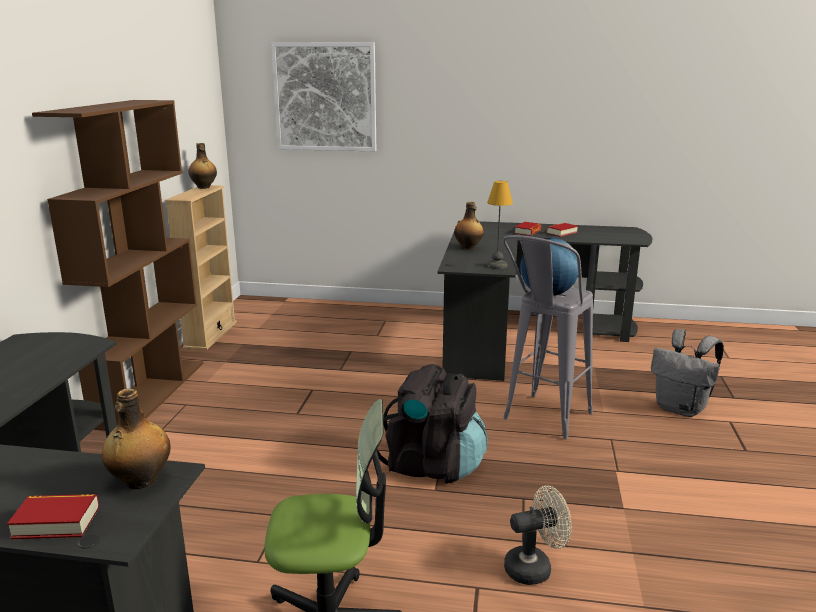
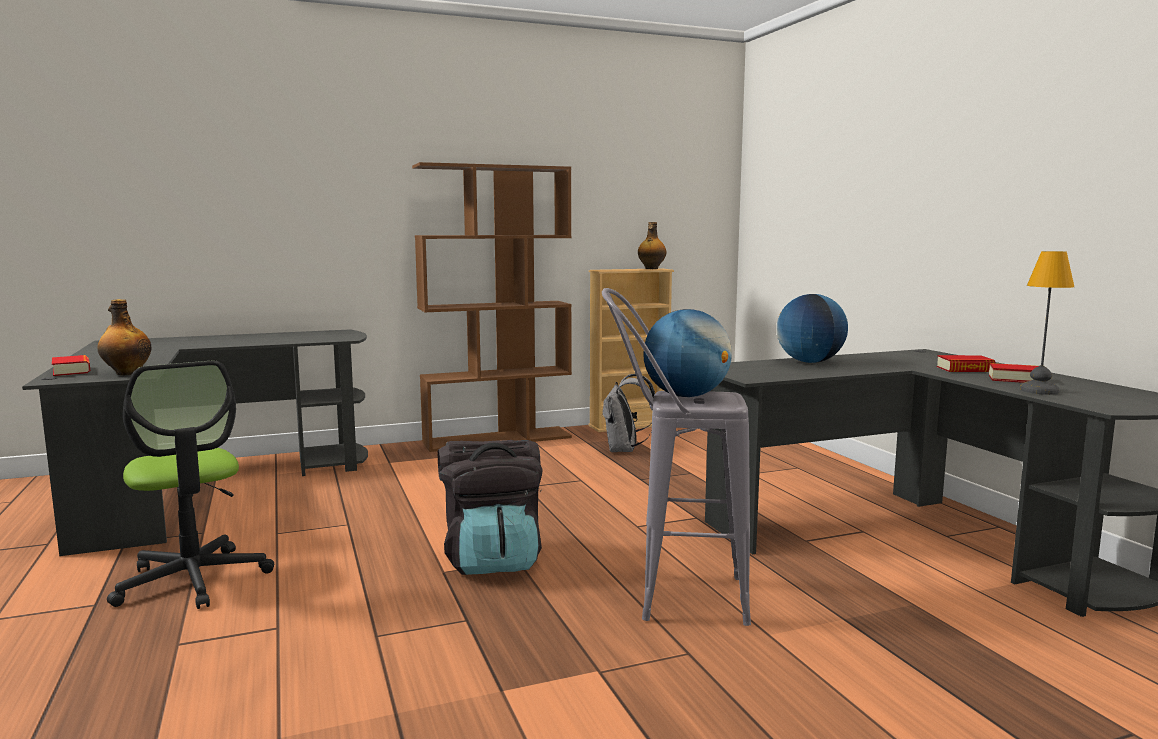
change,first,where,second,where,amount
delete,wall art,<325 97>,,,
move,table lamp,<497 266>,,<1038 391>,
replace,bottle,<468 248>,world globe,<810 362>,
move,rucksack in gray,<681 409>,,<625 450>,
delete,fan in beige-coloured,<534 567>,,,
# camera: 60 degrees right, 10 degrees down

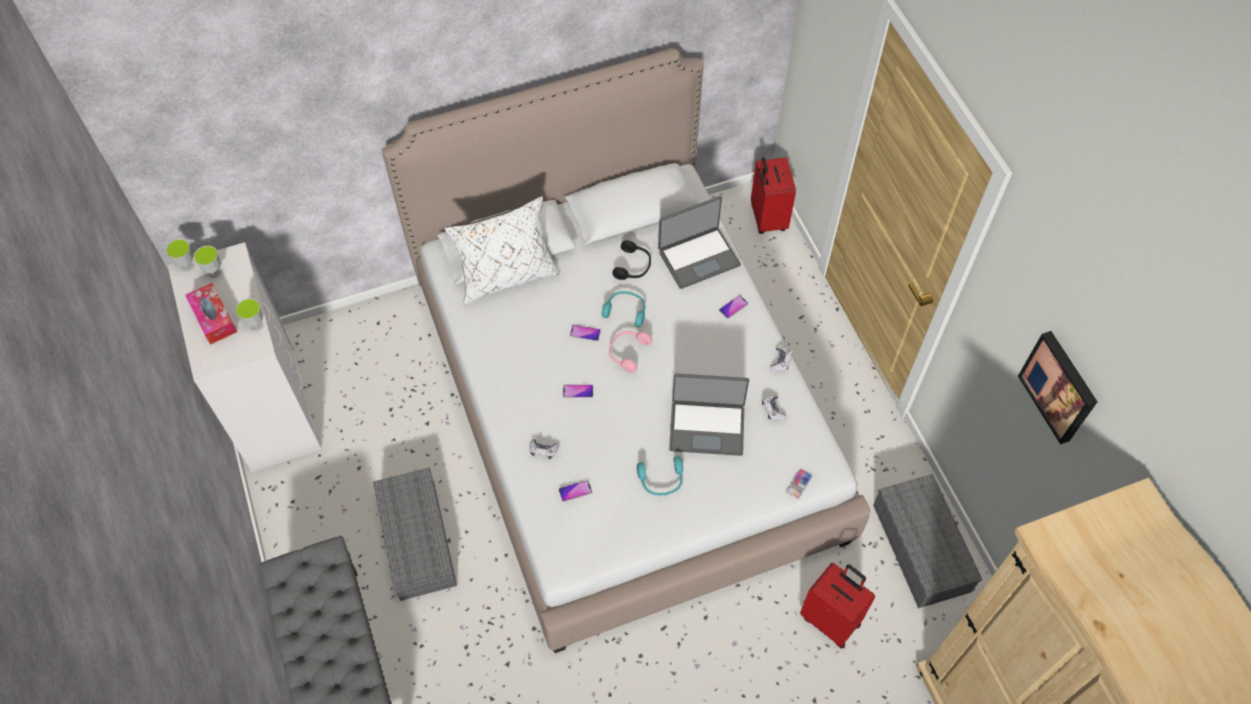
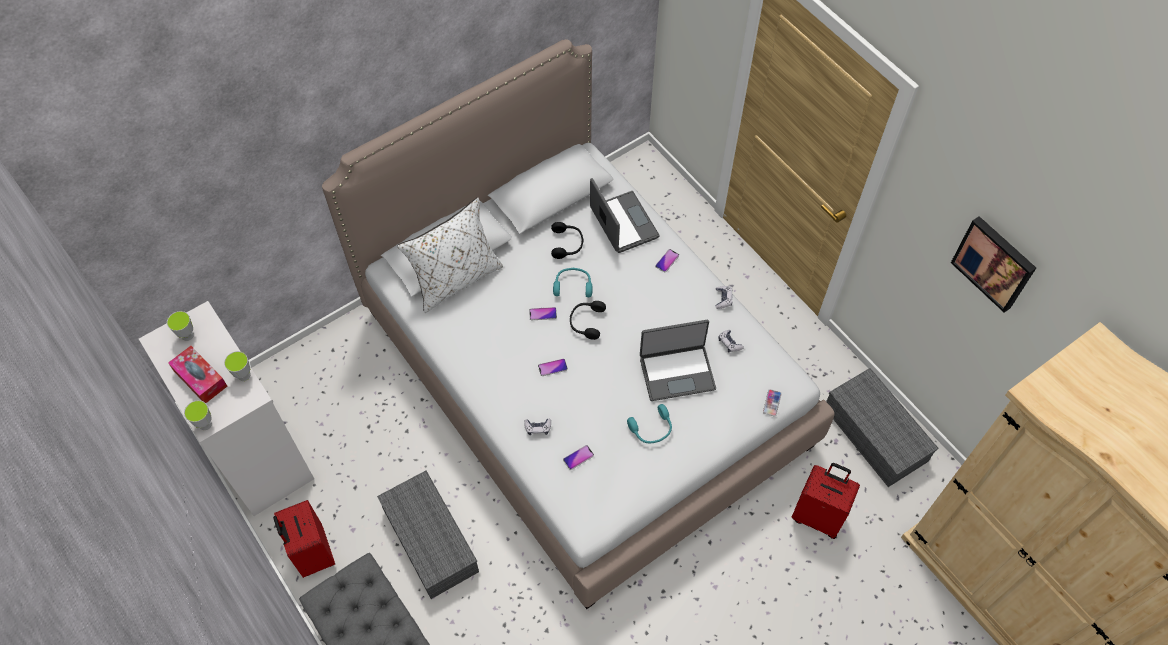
change,first,where,second,where,amount
move,travel case in reddish,<767 218>,,<312 553>,
rotate,notebook computer,<698 257>,,<622 223>,75 degrees counterclockwise
move,small cup,<187 266>,,<205 424>,
recolor,pair of headphones in pink,<627 352>,pair of headphones in blackish,<586 322>,
# camera: 15 degrees left, 0 degrees up

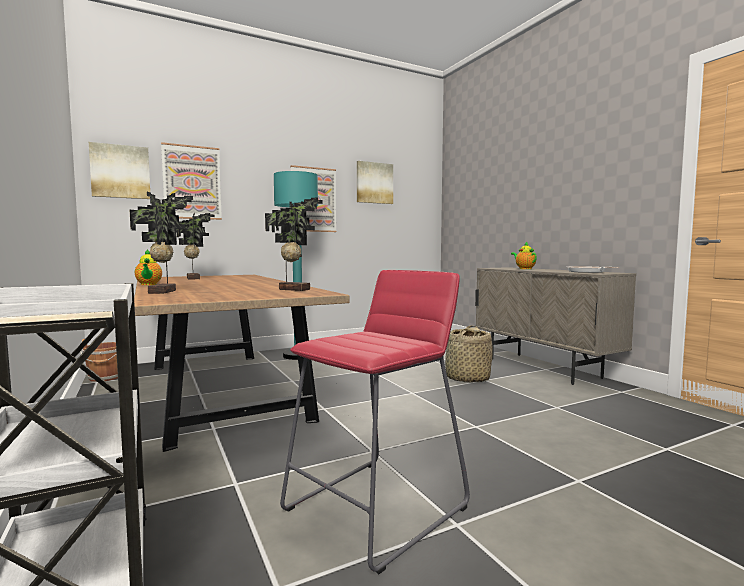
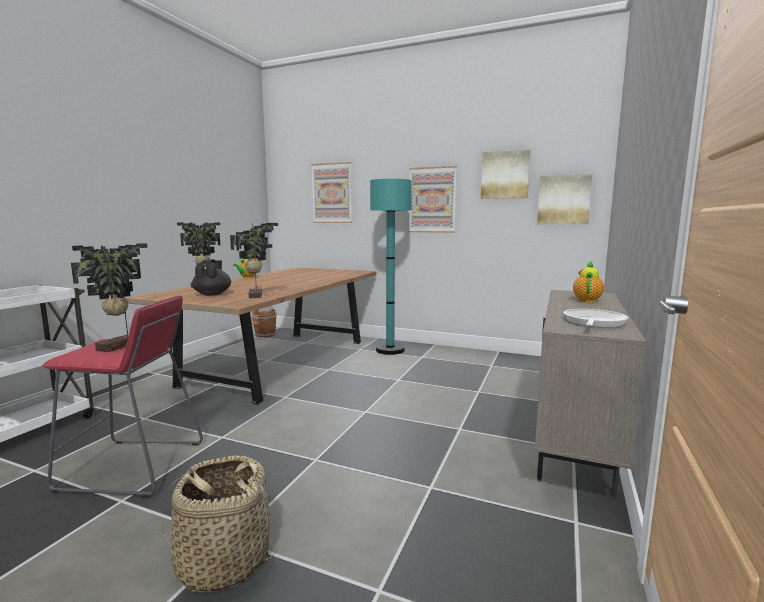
change,first,where,second,where,amount
move,wall art,<120 171>,,<563 200>,
move,houseplant,<194 278>,,<119 347>,
move,storage basket,<467 378>,,<223 561>,
insert,,,tea pot in blackish,<213 294>,
# camera: 50 degrees right, 5 degrees up

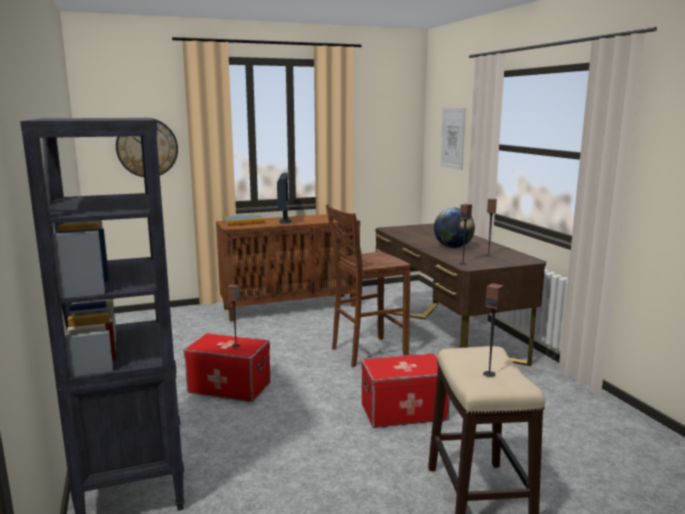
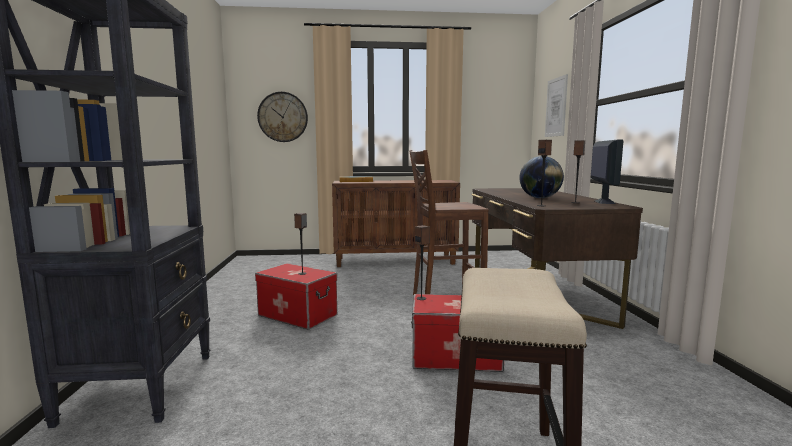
change,first,where,second,where,amount
move,computer screen,<285 221>,,<604 202>,
move,loudspeaker,<489 374>,,<421 298>,
# camera: 15 degrees right, 5 degrees down

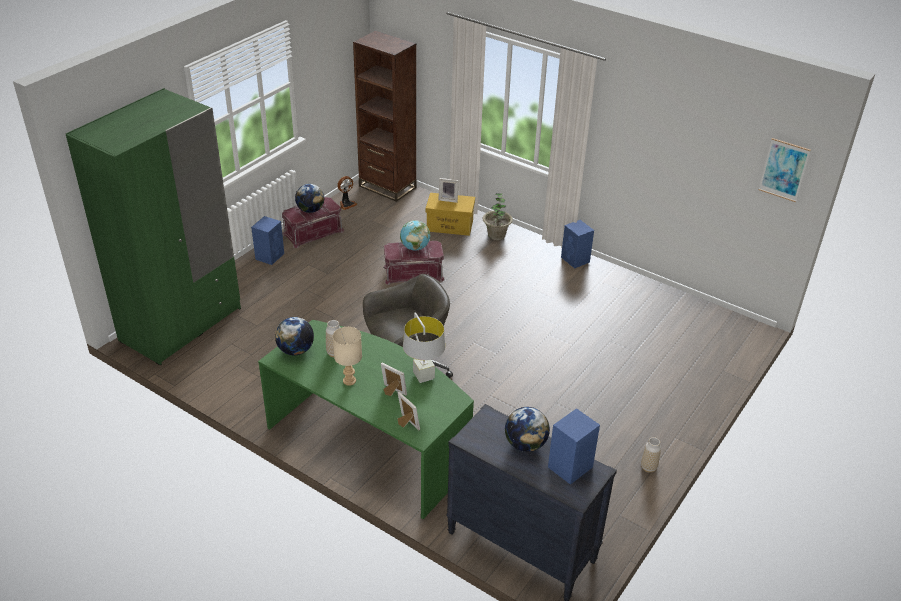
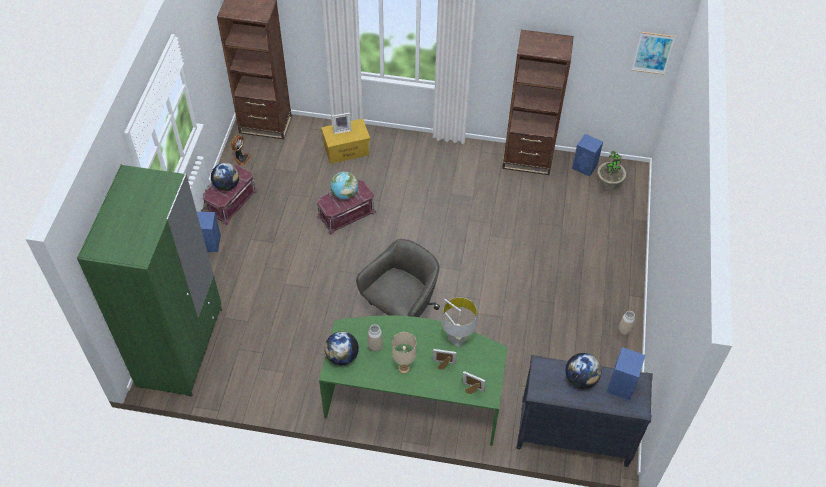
change,first,where,second,where,amount
move,houseplant,<496 235>,,<608 184>,
move,loudspeaker in blue-coloured,<575 260>,,<585 167>,
insert,,,bookcase in brown,<527 160>,
# camera: 25 degrees left, 15 degrees up

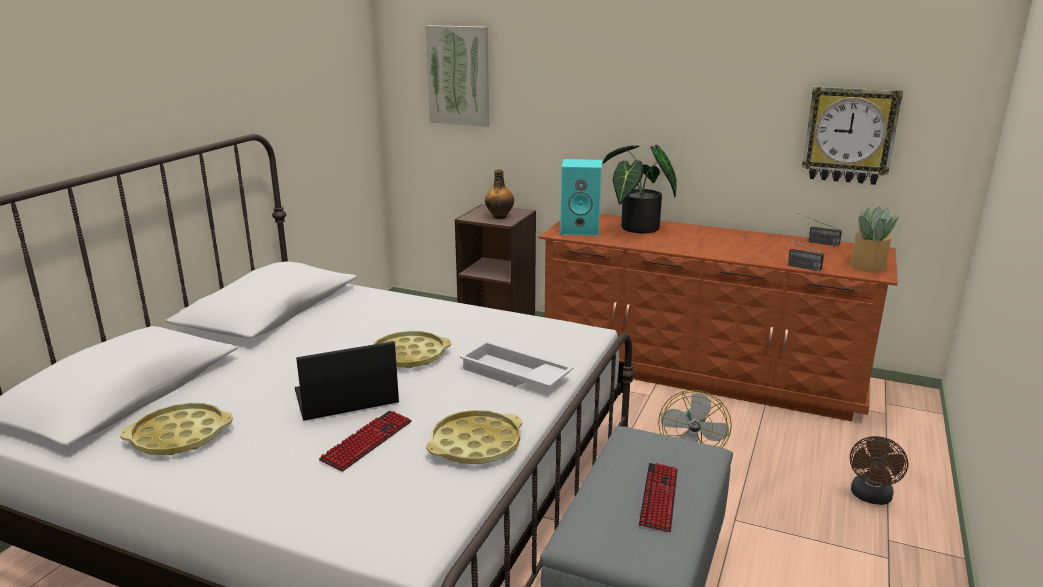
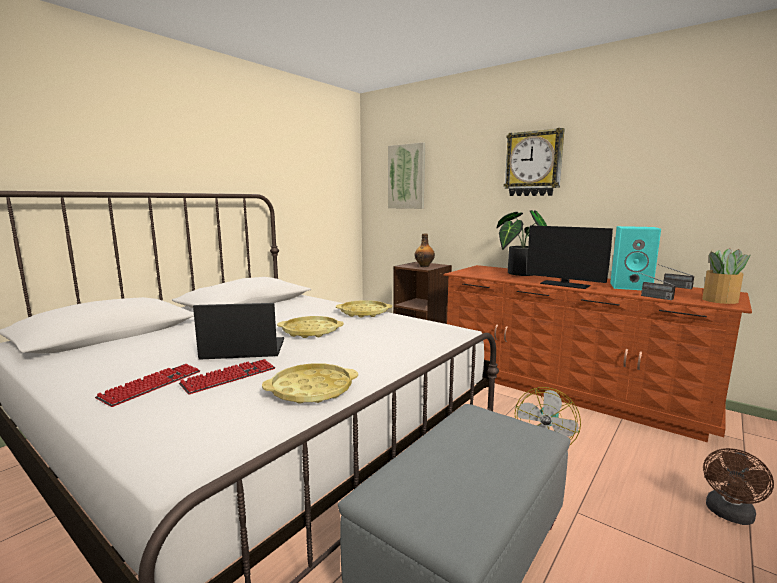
change,first,where,second,where,amount
move,hanging clock,<849 135>,,<533 164>,
move,loudspeaker in blue-green,<581 229>,,<631 286>,
delete,serving tray in white-coloured,<514 375>,,,
move,serving tray in yellowish,<179 436>,,<364 313>,
move,PC keyboard,<659 497>,,<152 385>,
insert,,,computer screen,<564 284>,
# camera: 15 degrees right, 10 degrees down

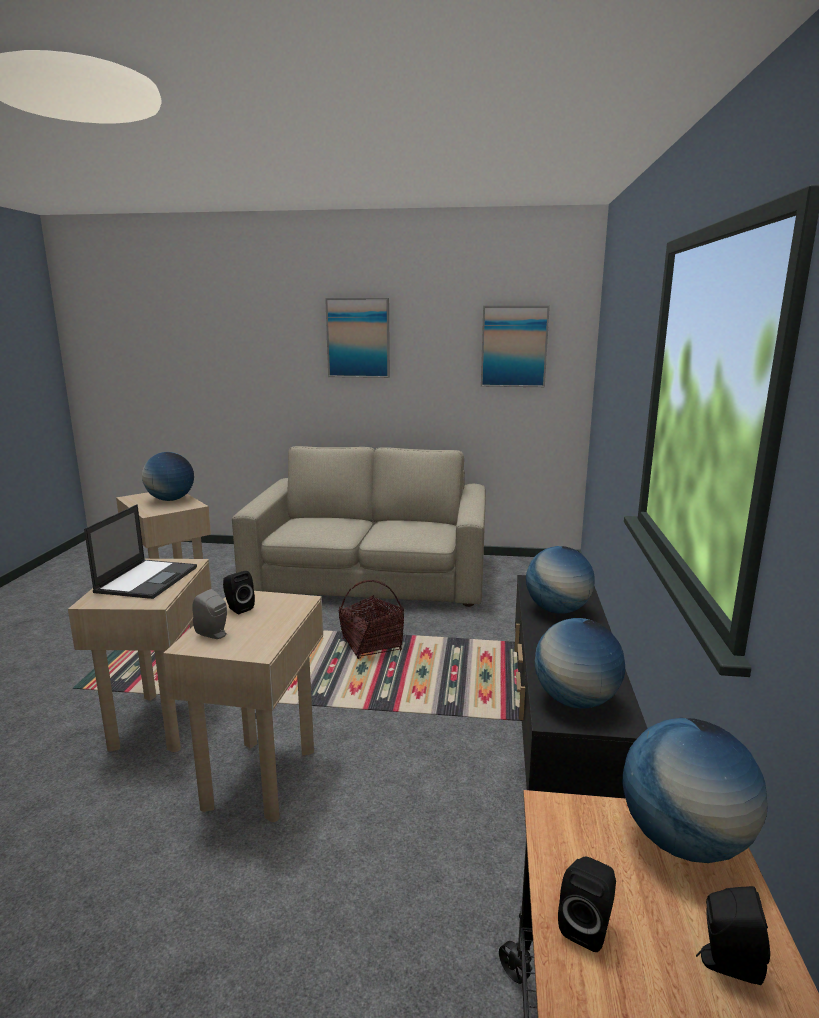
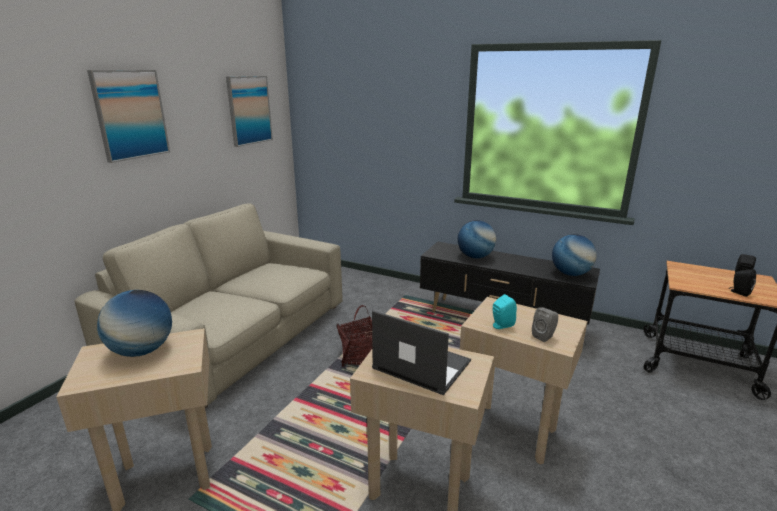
change,first,where,second,where,amount
recolor,loudspeaker in blackish,<238 608>,loudspeaker in blue-green,<501 325>,
delete,world globe,<683 841>,,,
# camera: 70 degrees left, 5 degrees up

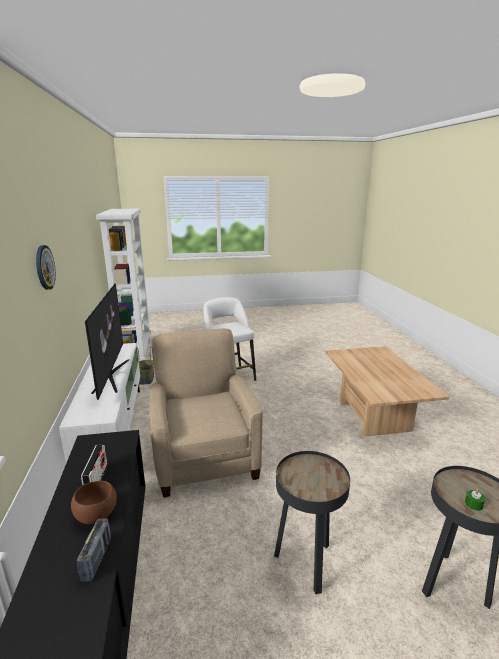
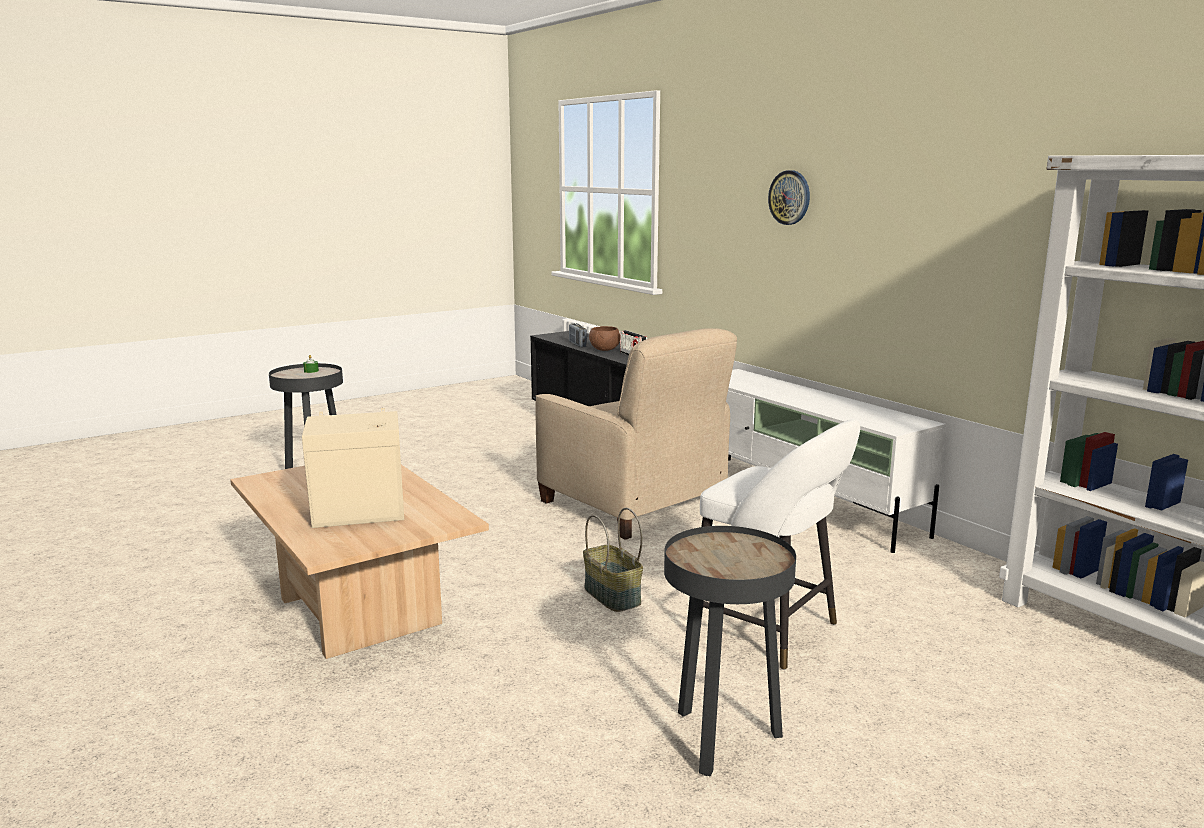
change,first,where,second,where,amount
delete,television,<111 375>,,,
move,storage basket,<146 378>,,<611 596>,
move,accent table in blackish,<306 564>,,<721 740>,
insert,,,loudspeaker in beige-coloured,<360 516>,
# camera: 155 degrees right, 5 degrees down

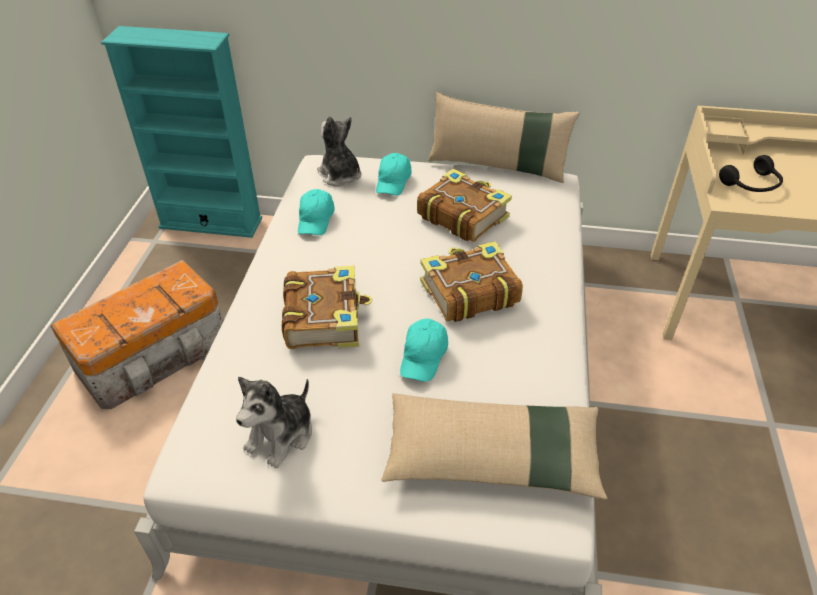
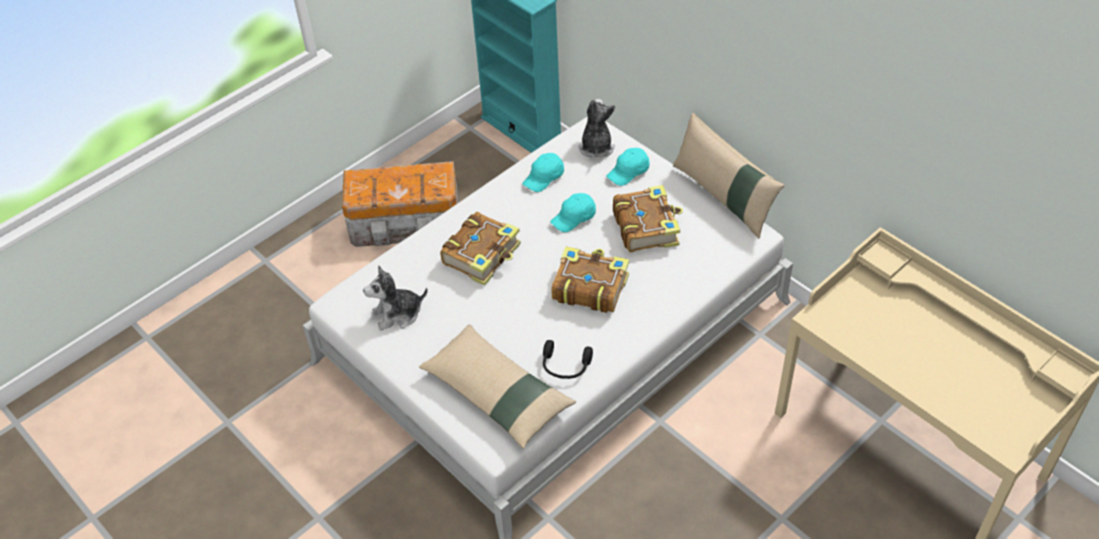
change,first,where,second,where,amount
move,pair of headphones in blackish,<752 185>,,<565 366>,
move,cap in blue-green,<423 357>,,<574 218>,
# camera: 40 degrees right, 5 degrees up

